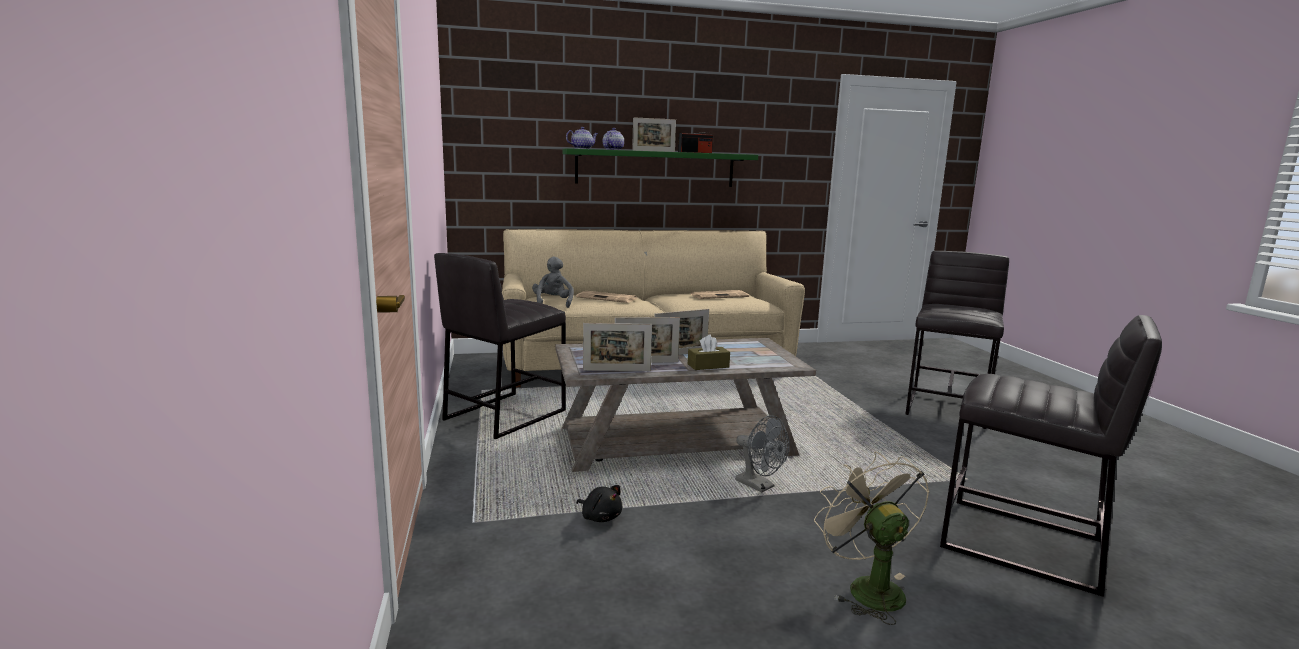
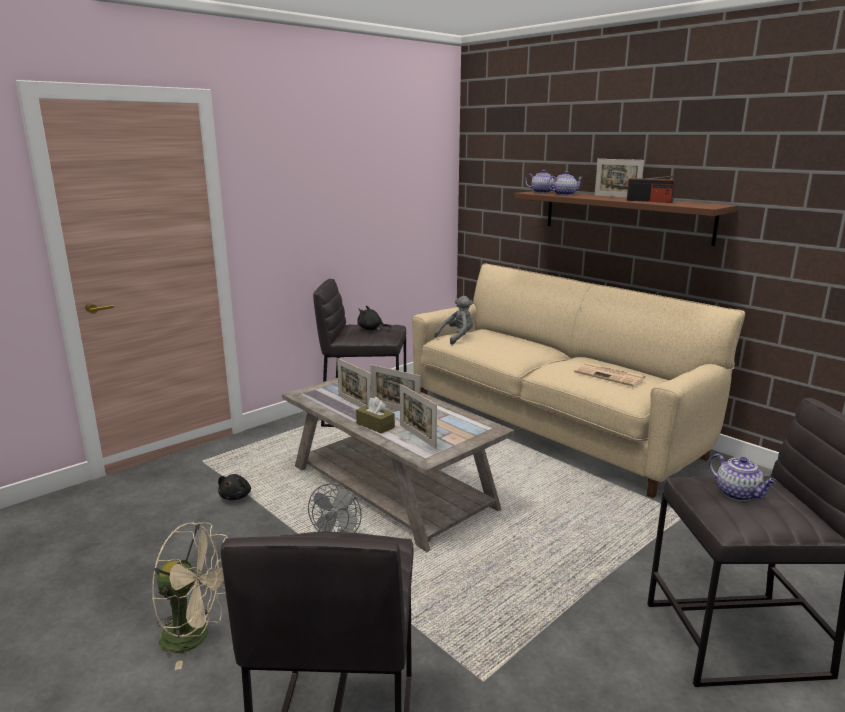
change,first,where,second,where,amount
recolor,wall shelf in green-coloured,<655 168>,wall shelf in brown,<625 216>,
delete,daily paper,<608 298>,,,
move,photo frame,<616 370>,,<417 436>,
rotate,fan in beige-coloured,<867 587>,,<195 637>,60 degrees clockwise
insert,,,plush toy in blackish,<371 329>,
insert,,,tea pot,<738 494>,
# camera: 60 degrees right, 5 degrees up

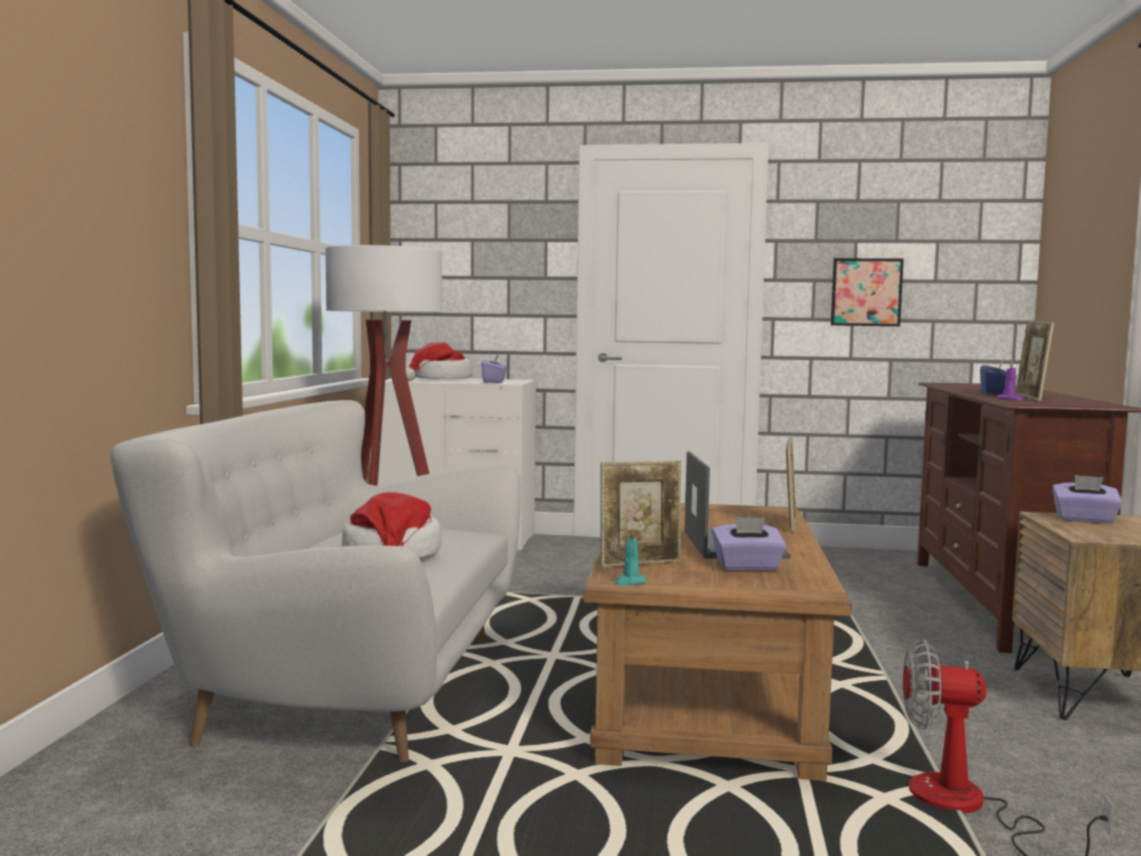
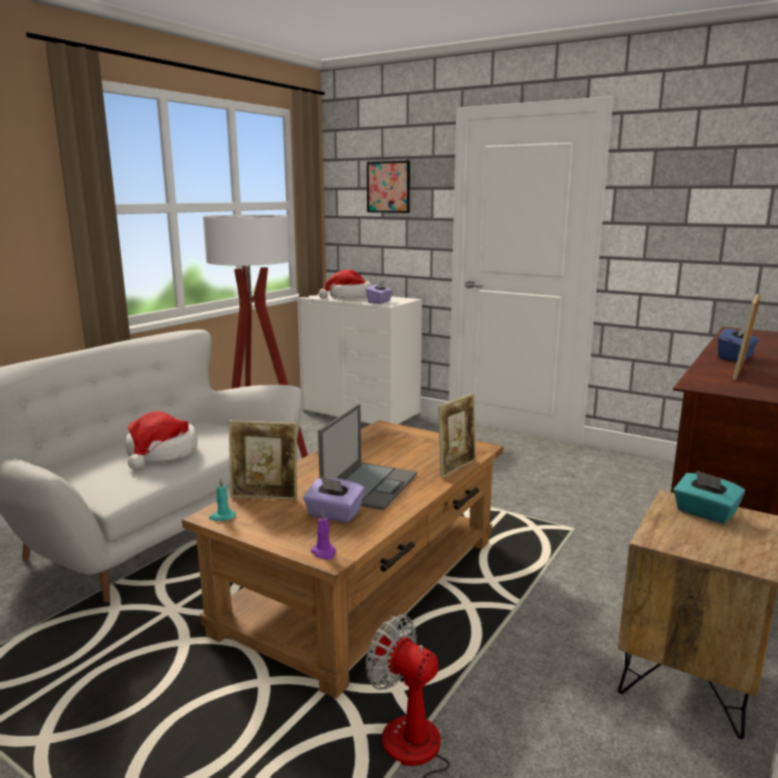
change,first,where,second,where,amount
move,wall art,<866 292>,,<388 187>,
move,candle in purplish,<1010 399>,,<324 553>,
recolor,box of tissues in purplish,<1085 519>,box of tissues in blue-green,<705 513>,
# camera: 25 degrees right, 10 degrees up

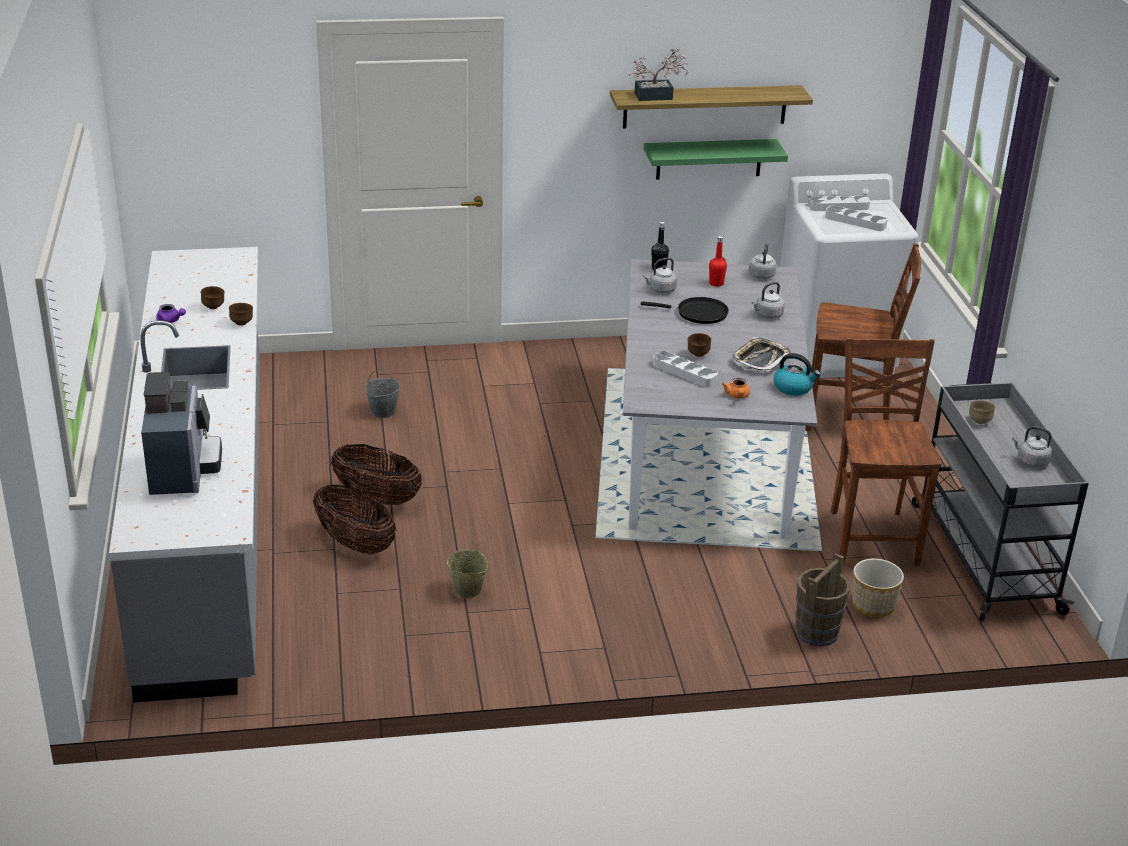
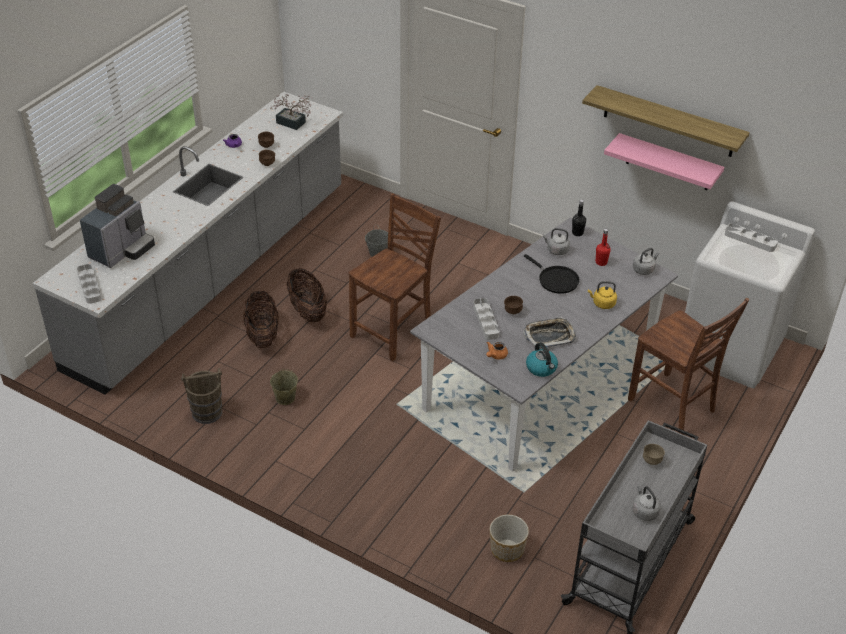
change,first,where,second,where,amount
move,houseplant,<658 96>,,<293 124>,
recolor,wall shelf in green-coloured,<709 159>,wall shelf in pink,<668 162>,
move,serving tray in gray,<855 221>,,<89 286>,
recolor,tea kettle in gray,<767 315>,tea kettle in yellowish,<602 304>,
move,plain chair in brown,<872 536>,,<394 332>,
move,bucket in brown,<816 632>,,<206 412>,
# camera: 40 degrees right, 10 degrees up

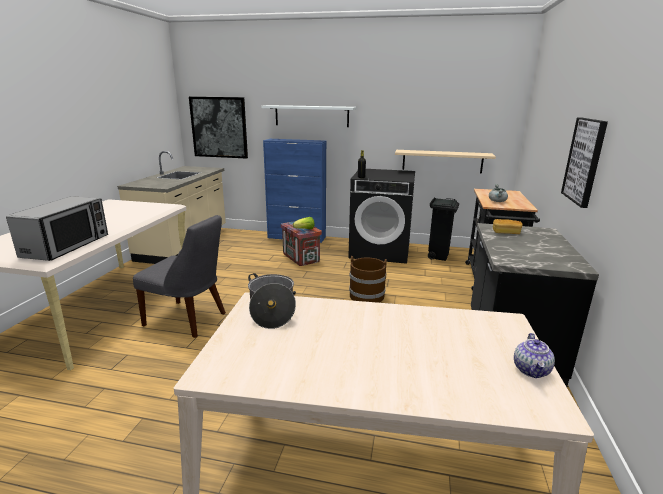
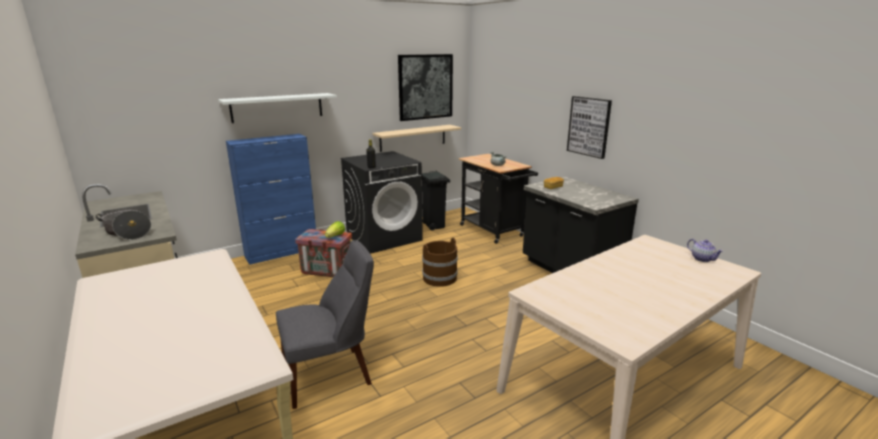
change,first,where,second,where,amount
move,wall art,<219 127>,,<425 87>,
delete,microwave oven,<67 246>,,,
move,saucepot,<272 310>,,<128 232>,
# camera: 45 degrees left, 0 degrees up

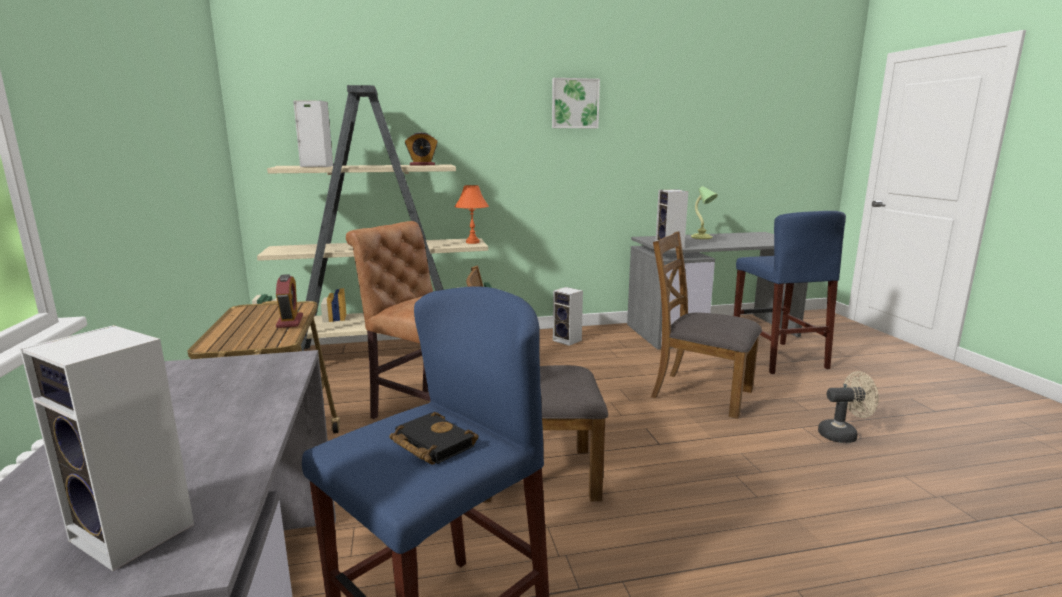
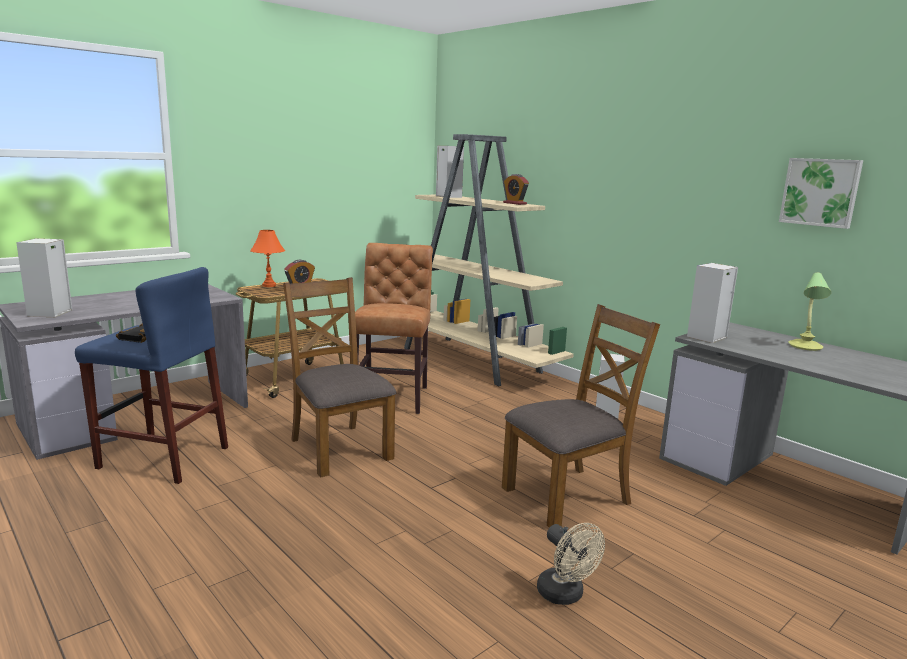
change,first,where,second,where,amount
move,wall art,<574 103>,,<820 192>,
move,table lamp in orange-coloured,<472 242>,,<269 285>,
delete,sitting stool in blue-coloured,<777 357>,,,
rotate,plain chair in brown,<700 393>,,<567 496>,60 degrees clockwise
# camera: 60 degrees right, 0 degrees up

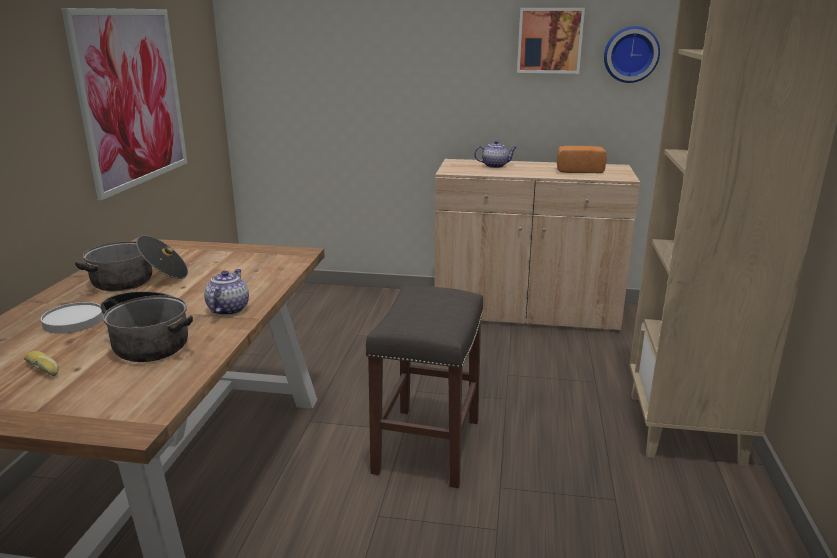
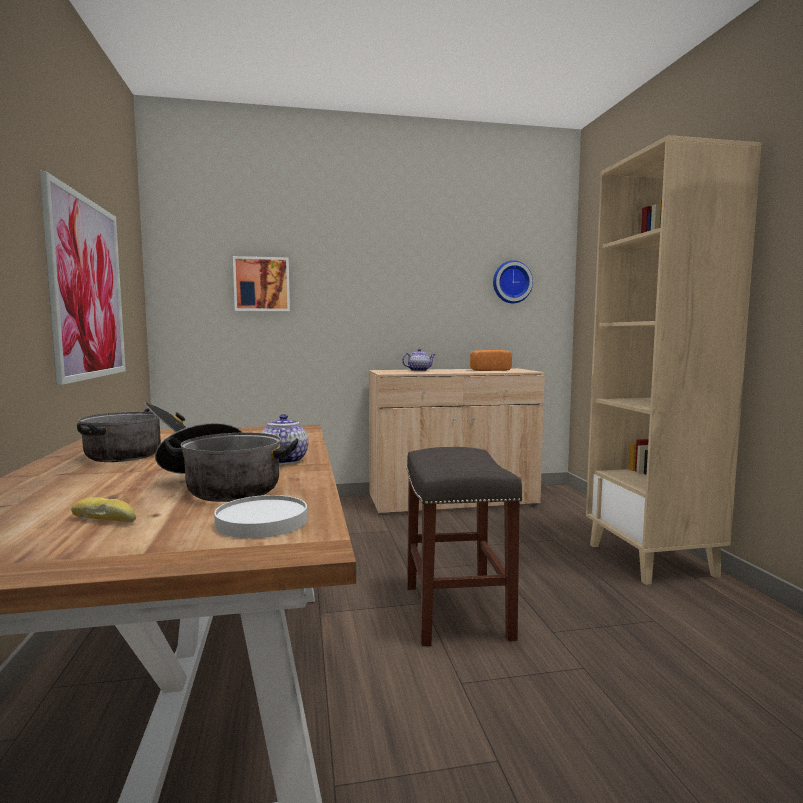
change,first,where,second,where,amount
move,wall art,<549 40>,,<262 284>,
move,plate in white-coloured,<74 321>,,<262 521>,
# camera: 20 degrees left, 15 degrees down

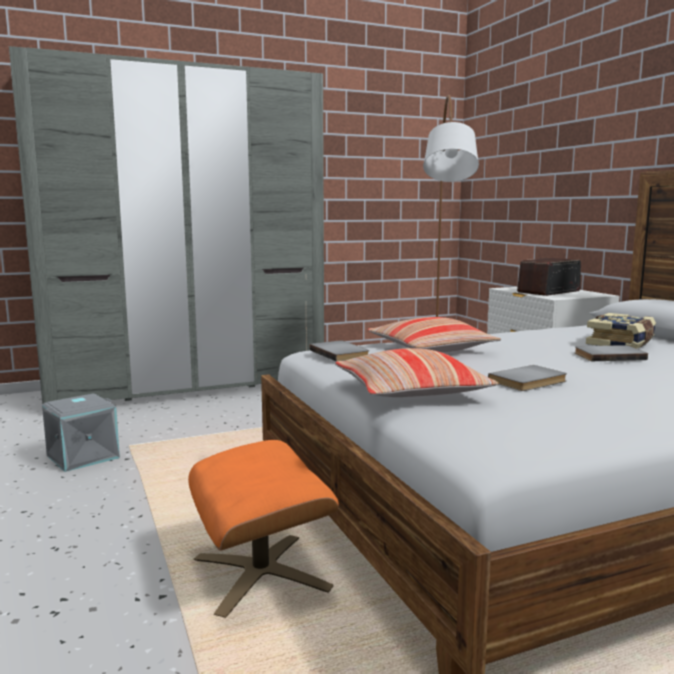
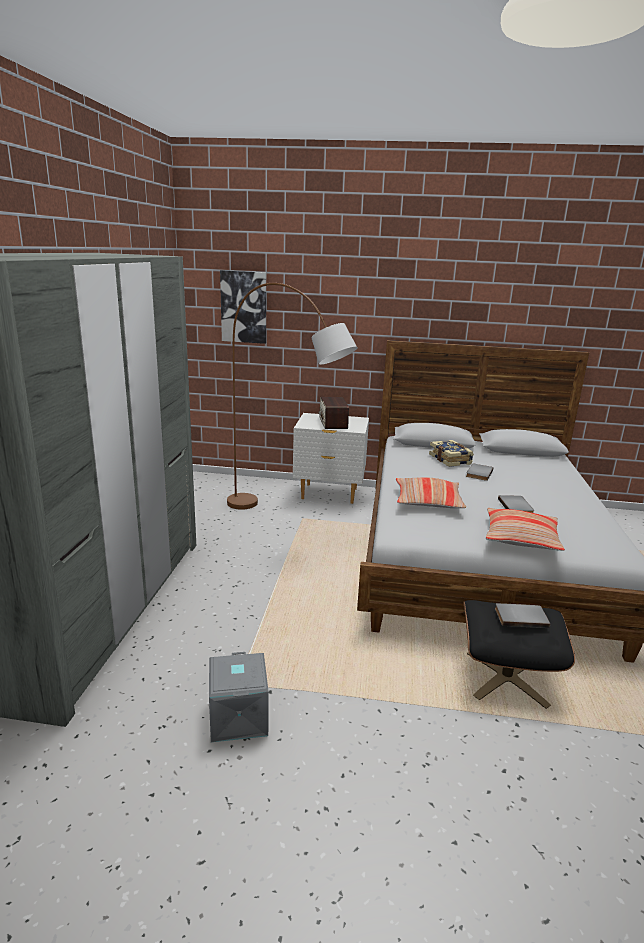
change,first,where,second,where,amount
move,volume in gray,<341 353>,,<520 616>,
recolor,ottoman in orange-coloured,<262 573>,ottoman in blackish,<506 678>,
insert,,,wall art,<244 307>,
# camera: 60 degrees left, 10 degrees up

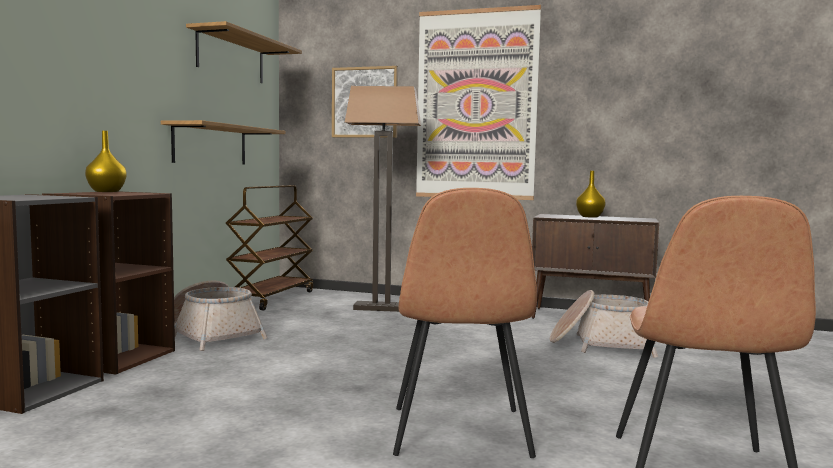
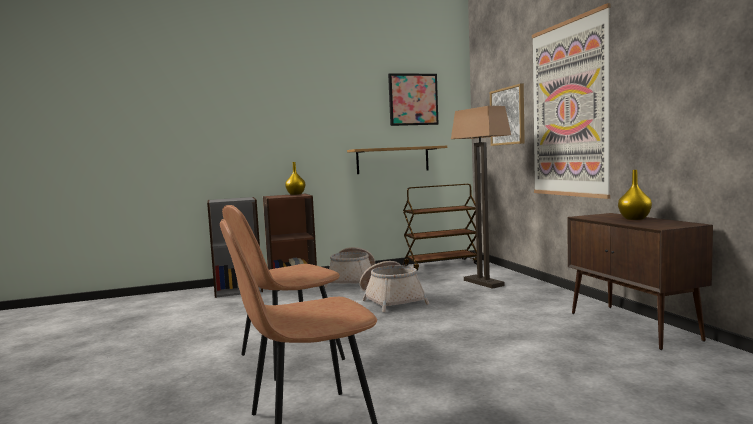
change,first,where,second,where,amount
replace,wall shelf,<231 57>,wall art,<413 99>,
move,storage basket,<601 345>,,<391 300>,
# camera: 55 degrees right, 0 degrees up

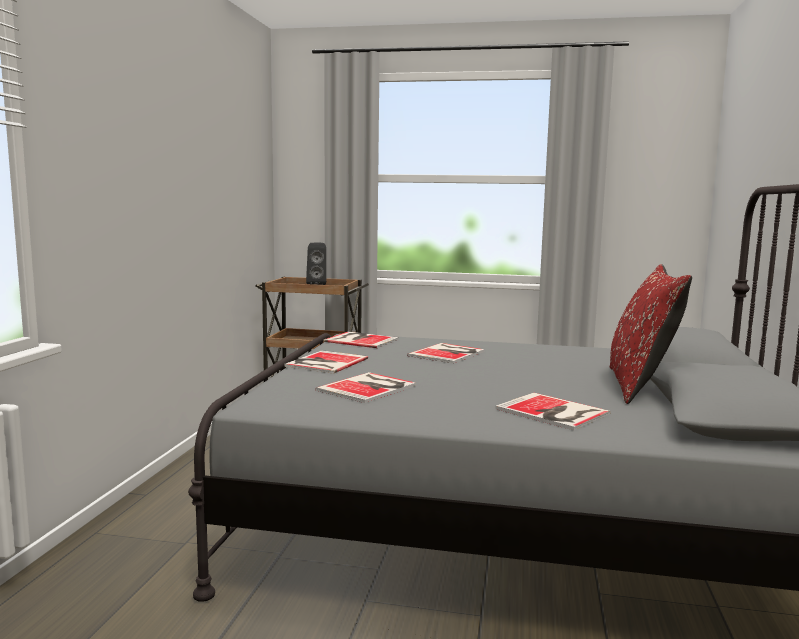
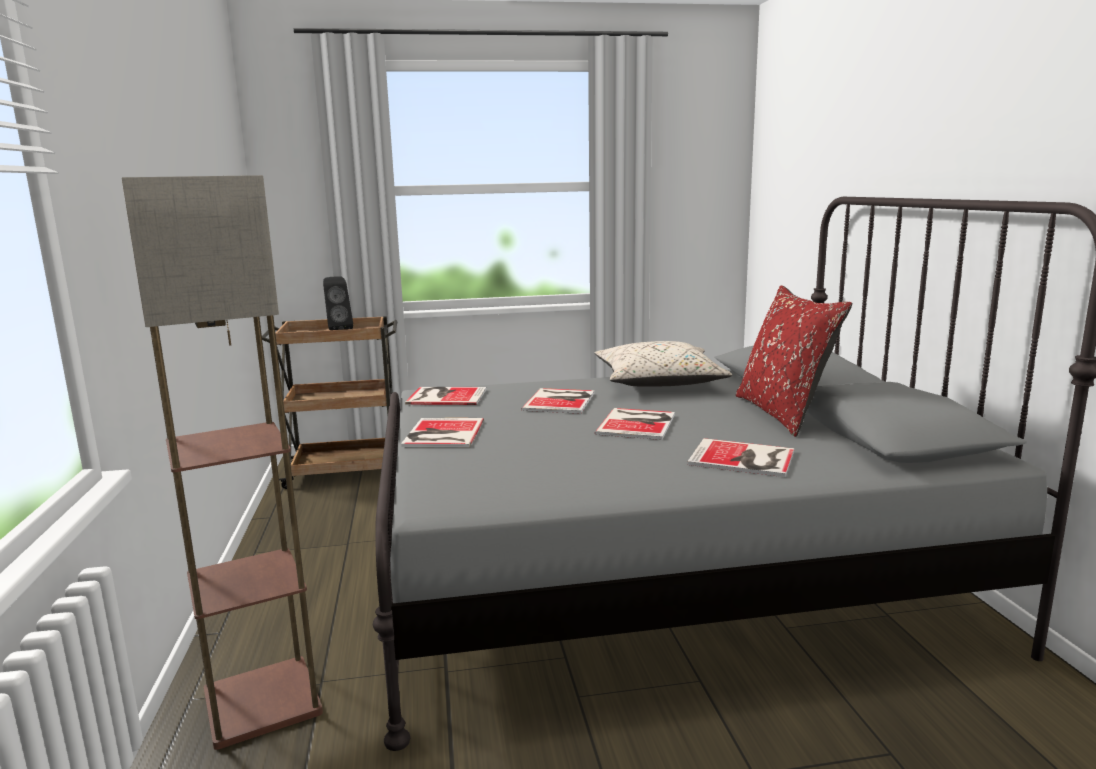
change,first,where,second,where,amount
move,volume,<369 387>,,<638 423>,
insert,,,standing lamp,<263 700>,
insert,,,throw pillow in beige-coloured,<659 382>,
# camera: 20 degrees left, 5 degrees up

